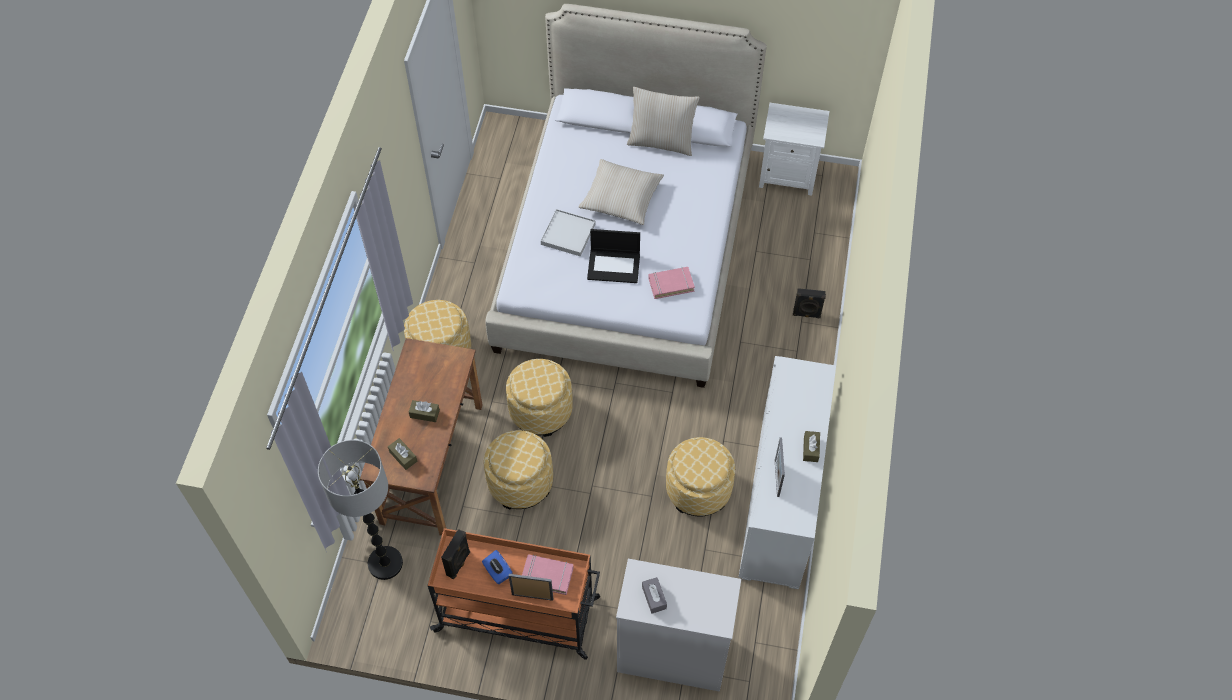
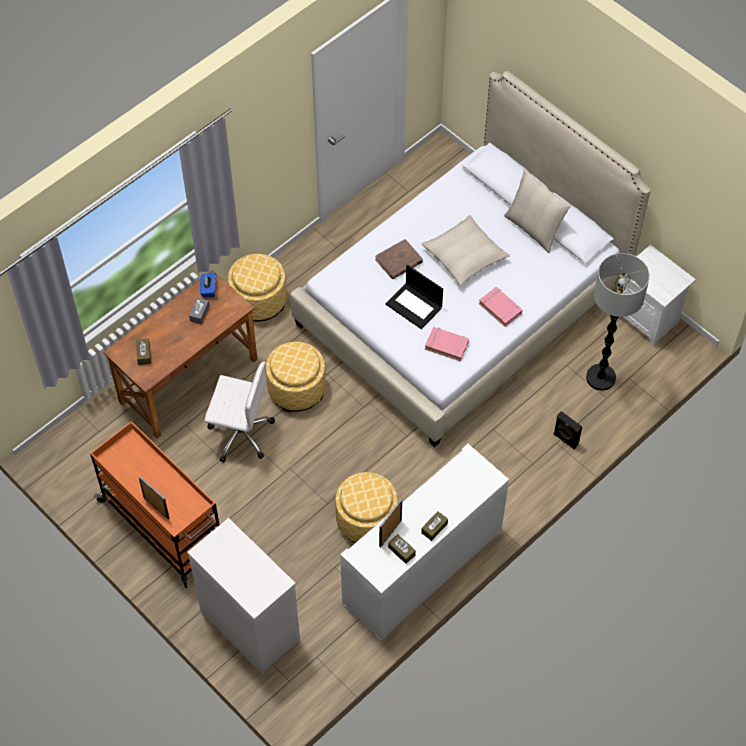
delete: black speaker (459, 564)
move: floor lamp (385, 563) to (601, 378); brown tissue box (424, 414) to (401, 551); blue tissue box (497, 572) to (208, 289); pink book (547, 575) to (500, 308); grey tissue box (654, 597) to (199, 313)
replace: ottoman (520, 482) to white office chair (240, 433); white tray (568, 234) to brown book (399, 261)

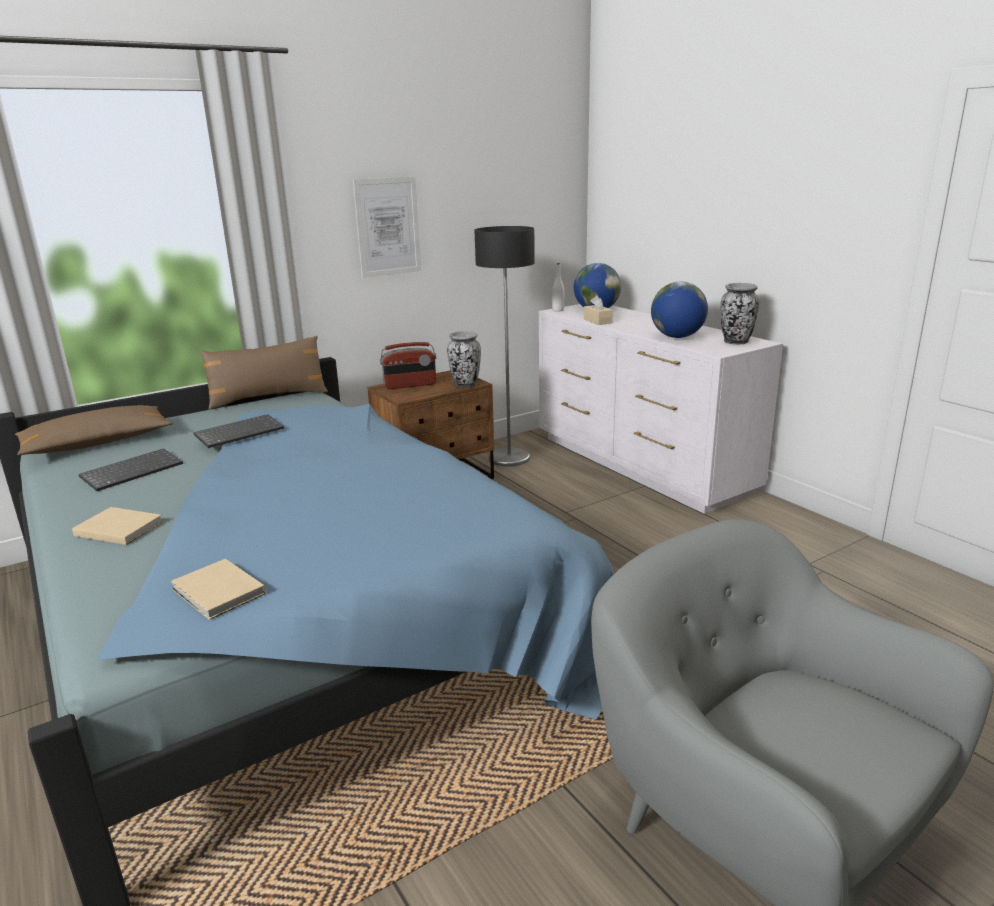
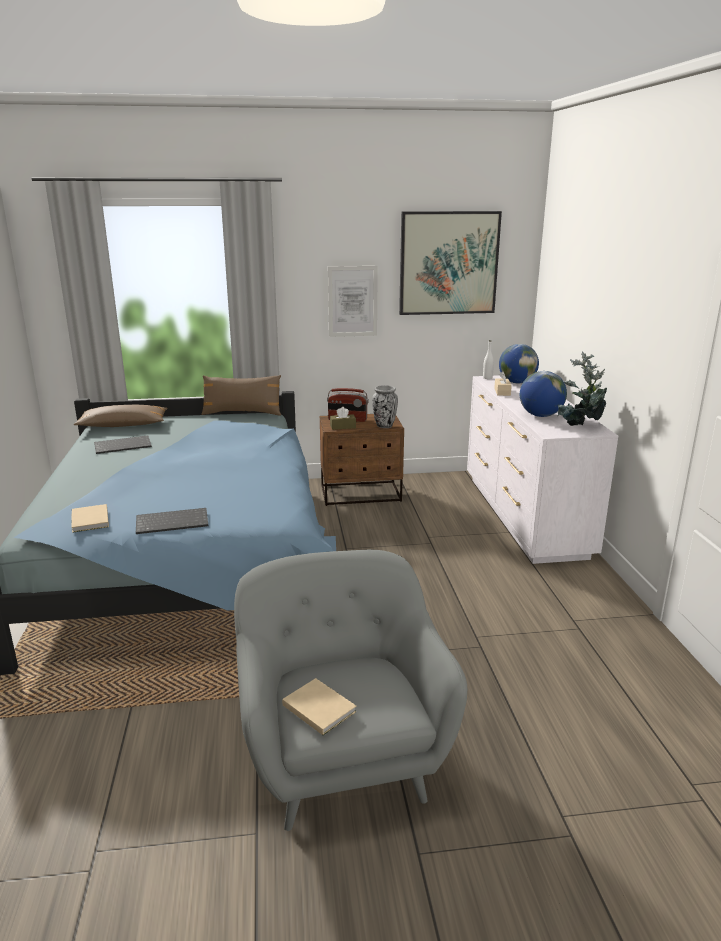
delete: floor lamp (509, 458)
insert: brown tissue box (343, 427); picture (448, 263)
move: beige book (118, 528) to (318, 707); keyboard (240, 432) to (173, 522)
replace: vase (736, 342) to potted plant (580, 428)

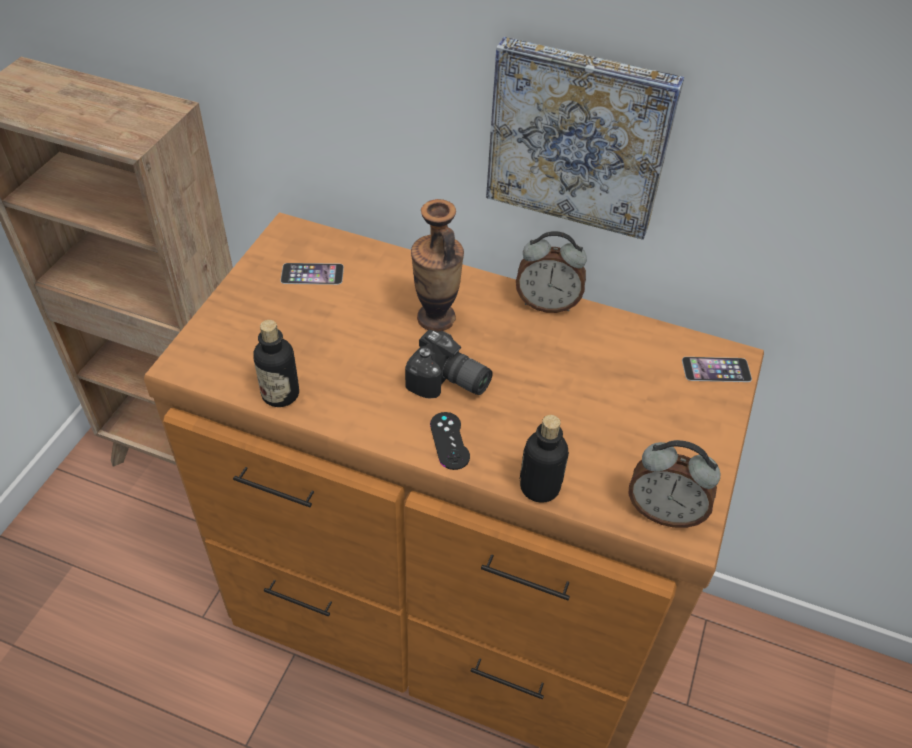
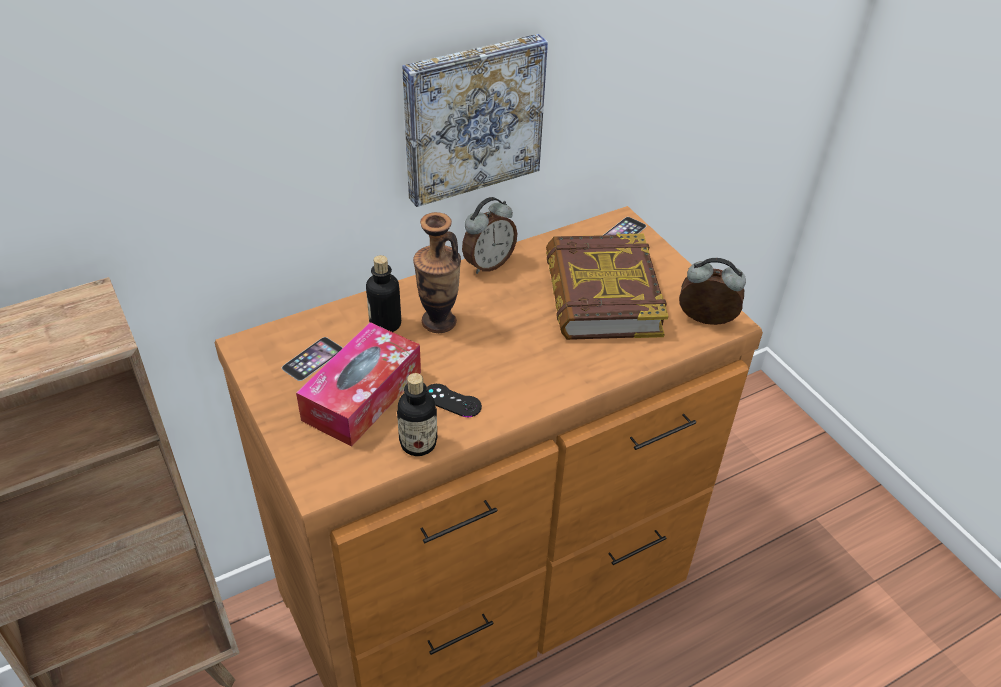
delete: photo camera (448, 383)
insert: tissue box (362, 396); book (601, 295)
move: black game controller (449, 441) to (452, 401); bottle (540, 487) to (385, 324)
rotate: alarm clock (664, 511) = (705, 321) 135 degrees counterclockwise

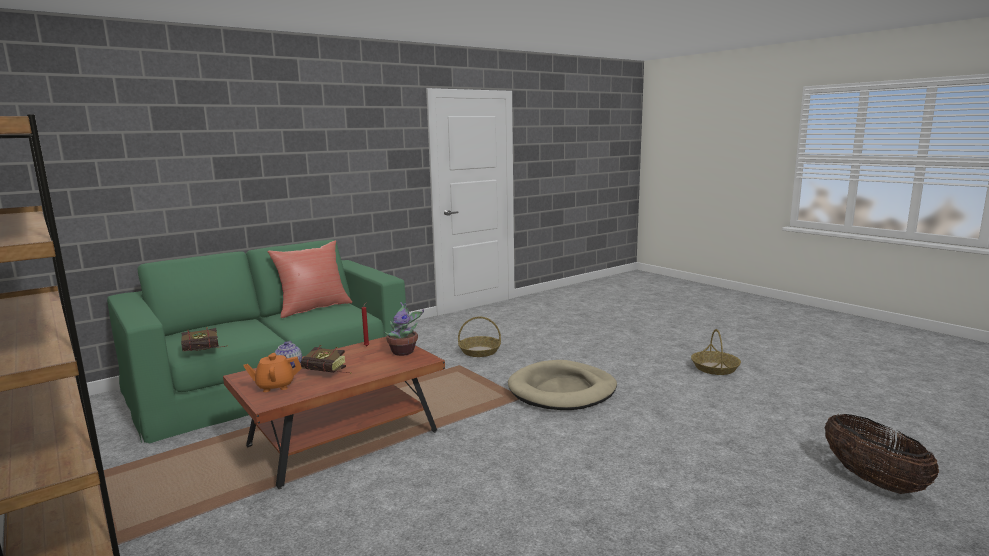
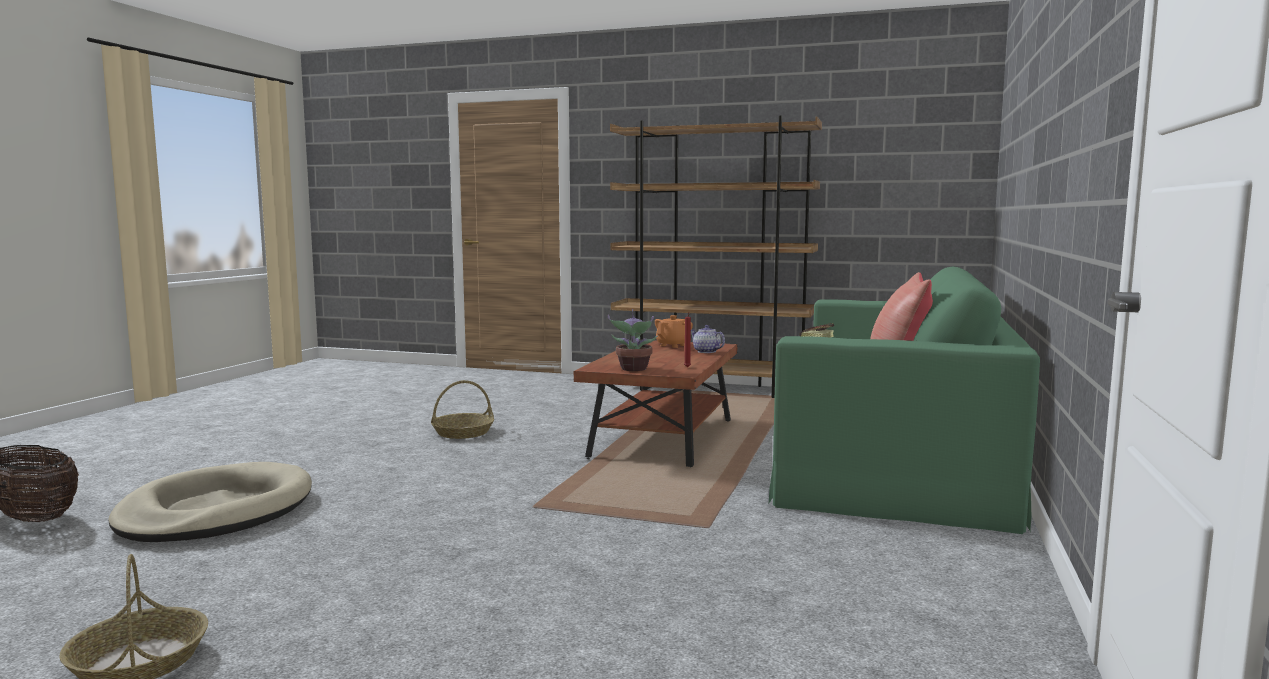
delete: book (328, 373)
move: basket (479, 351) to (463, 432); beige dog bed (562, 390) to (216, 511)

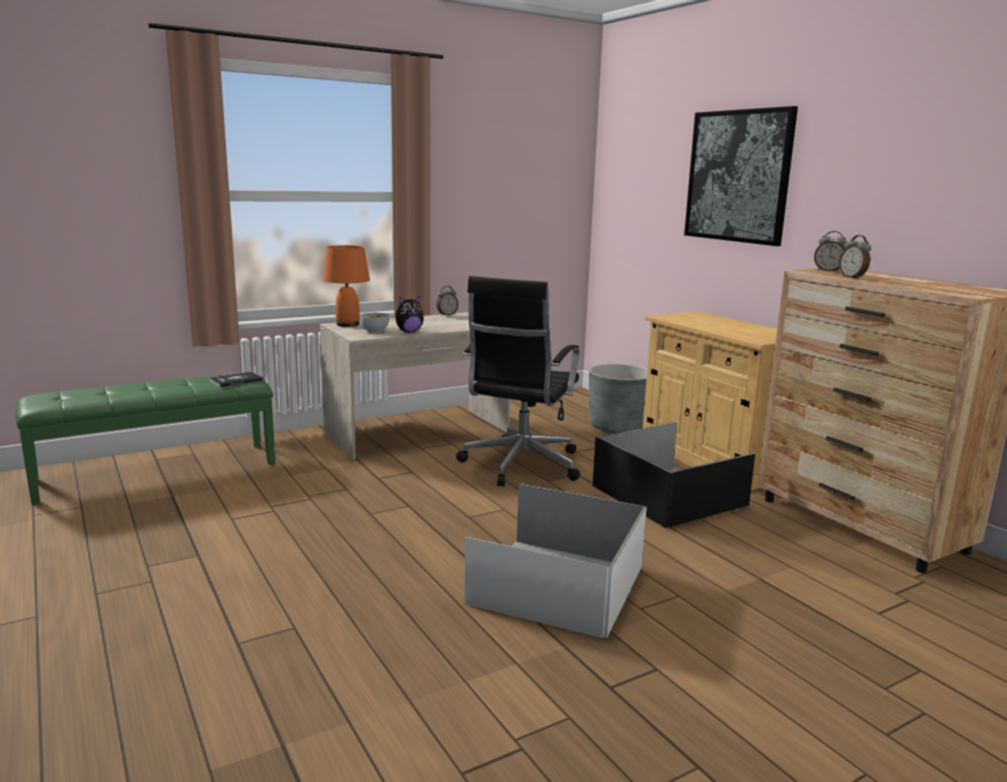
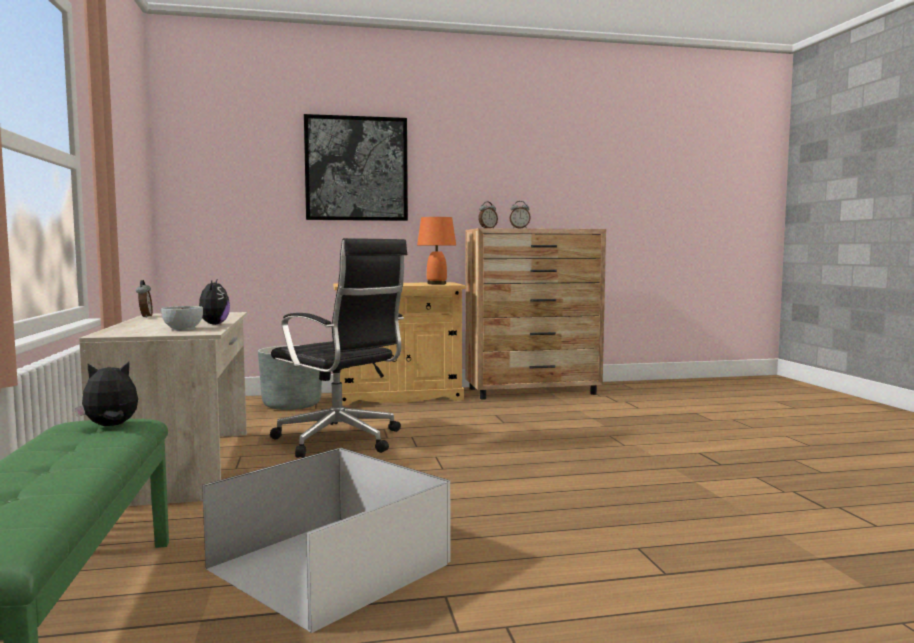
delete: black storage box (670, 496)
move: orange table lamp (348, 324) to (436, 283); white storage box (557, 583) to (326, 565)
replace: book (236, 380) to plush toy (111, 426)

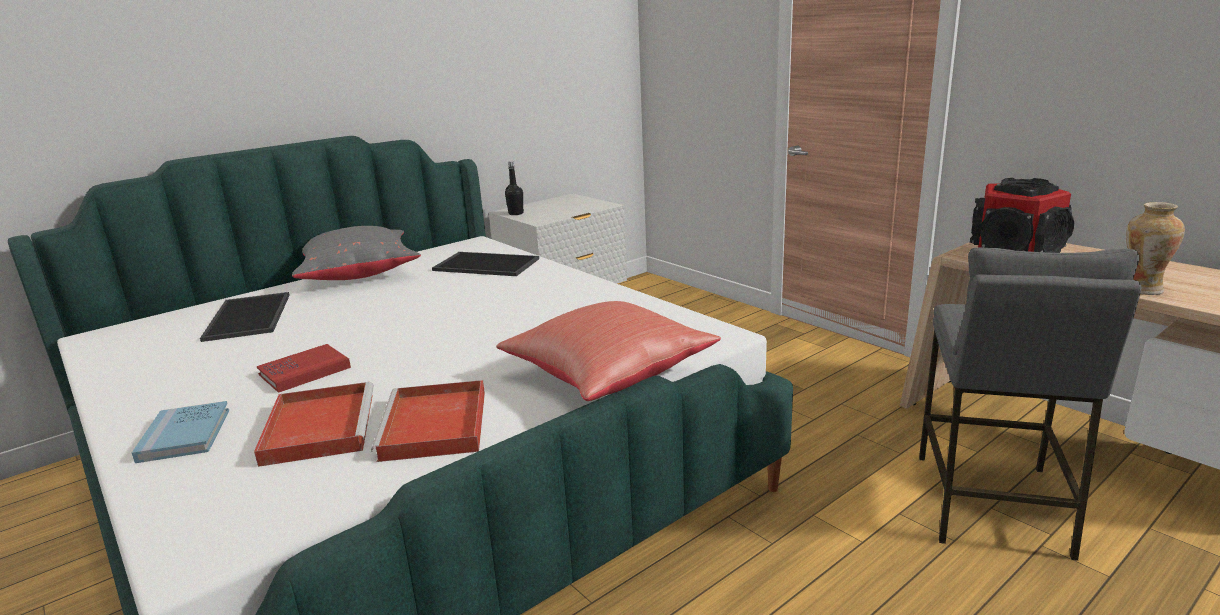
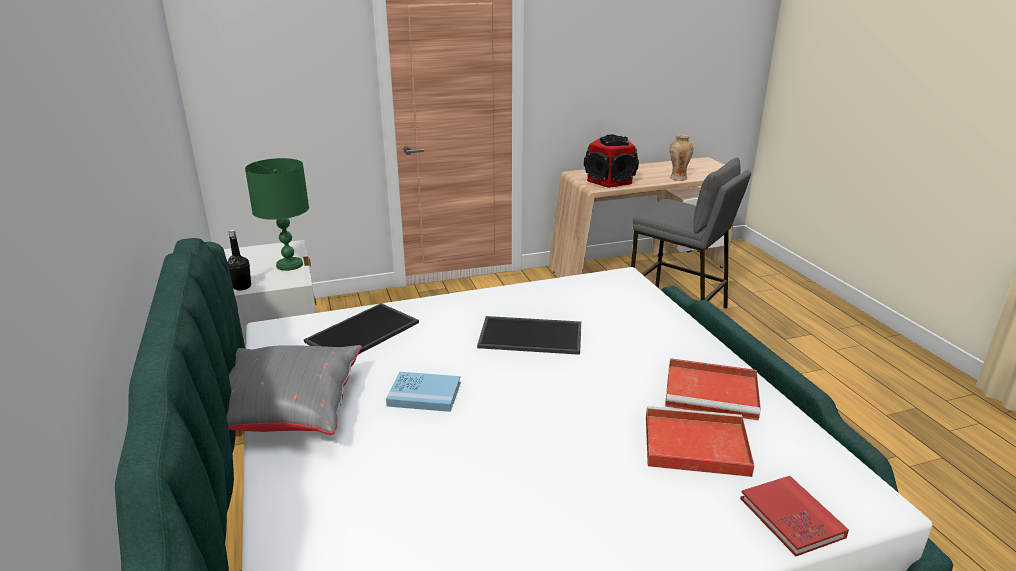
delete: red pillow (607, 374)
insert: green table lamp (289, 265)
move: blue book (185, 435) to (424, 394); tray (250, 317) to (532, 335); red book (305, 371) to (791, 517)

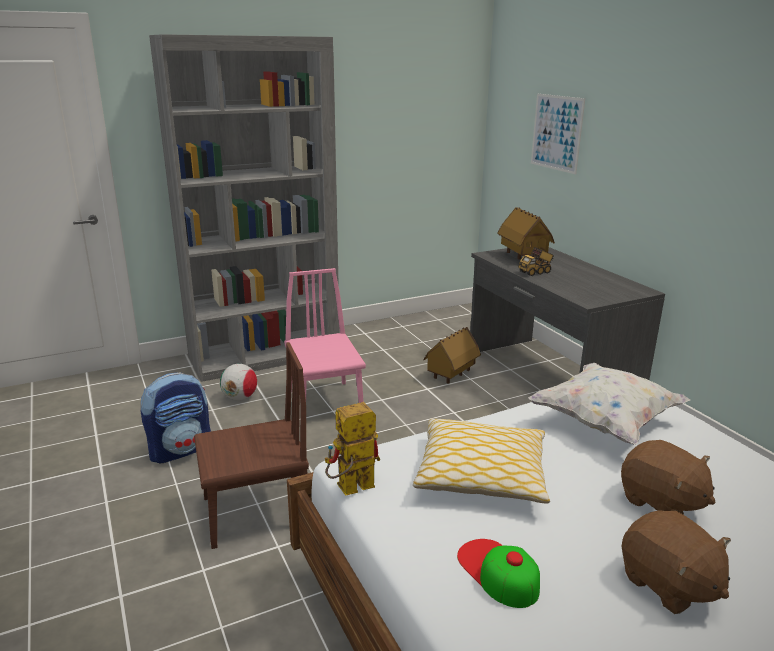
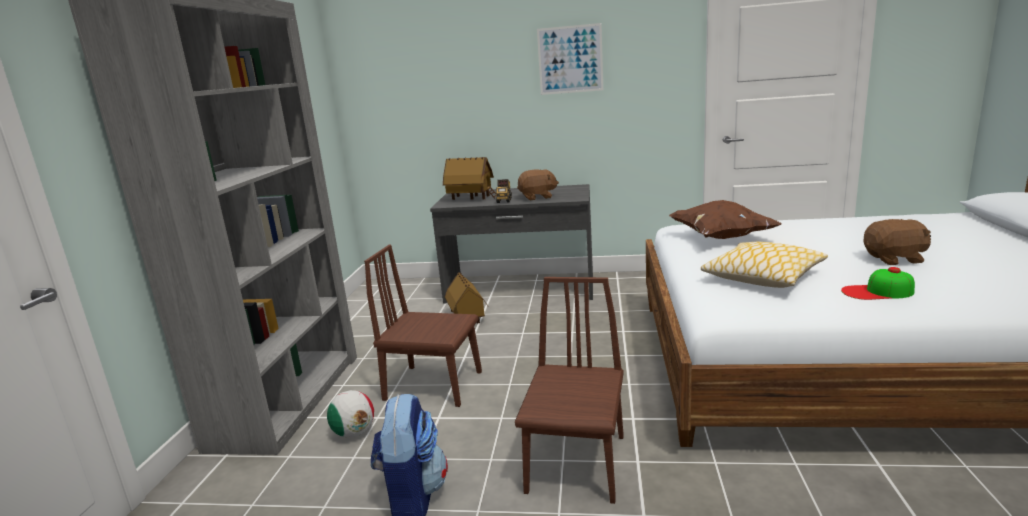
delete: toy robot (349, 490)
move: picture (556, 133) to (570, 59); brown plush toy (661, 502) to (537, 197)
recolor: pink chair (325, 403) to brown chair (433, 385); white pillow (605, 422) to brown pillow (720, 237)

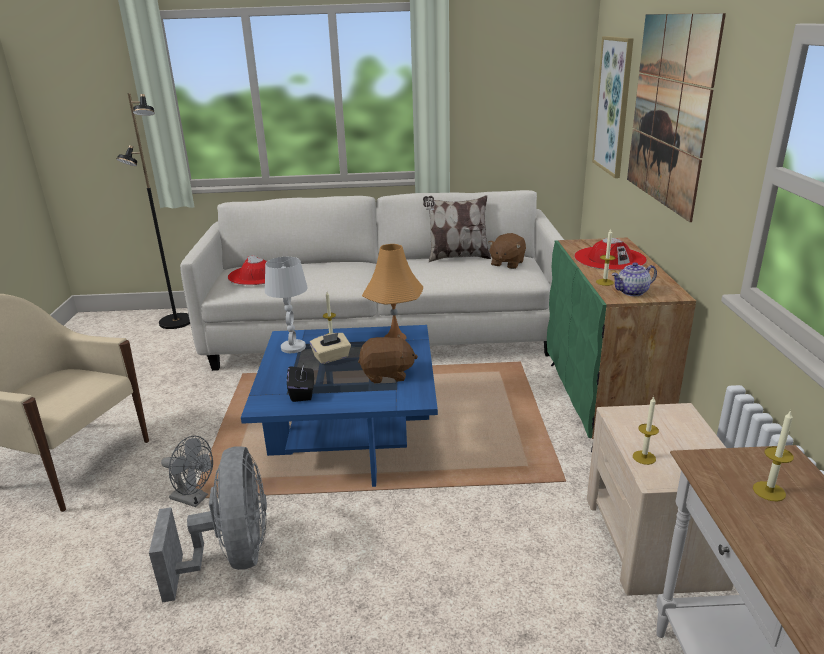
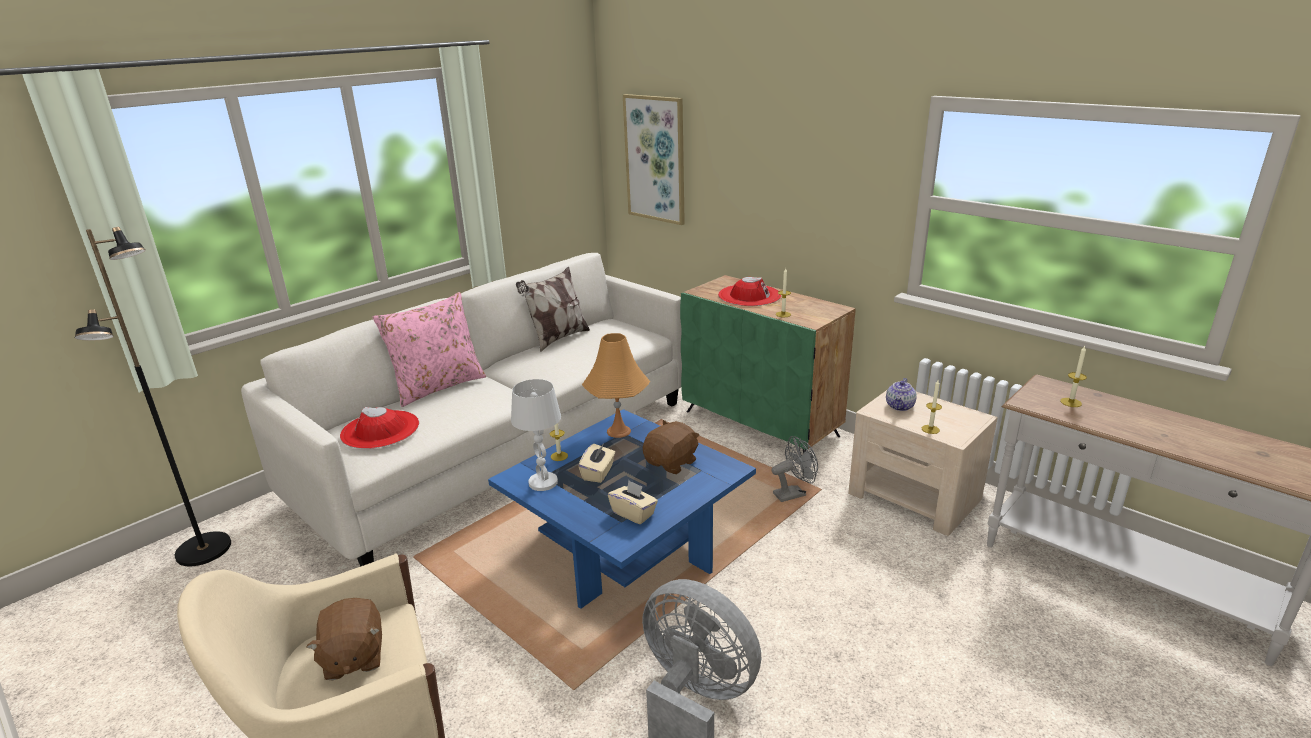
delete: picture (669, 111)
insert: pink pillow (438, 386)
move: grey fan (194, 499) to (793, 493); brown plush toy (506, 263) to (353, 657); teapot (632, 292) to (900, 406)
recolor: black tissue box (302, 393) to beige tissue box (633, 513)

